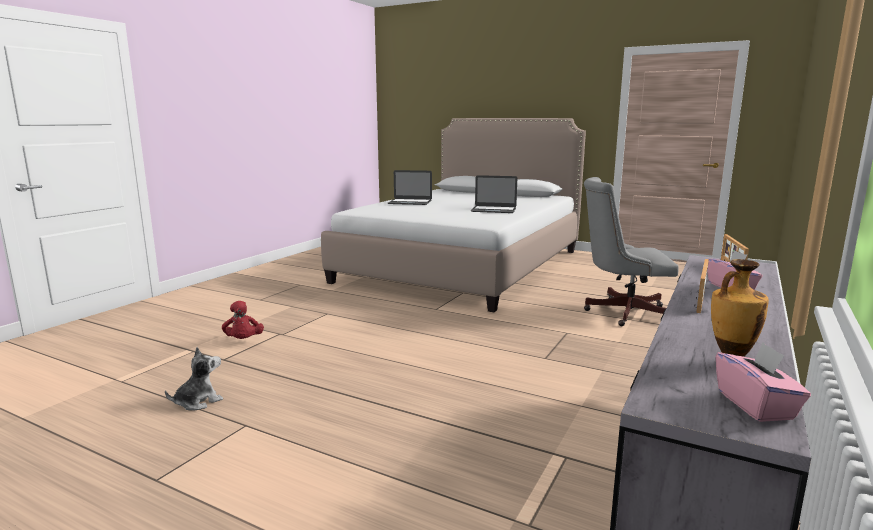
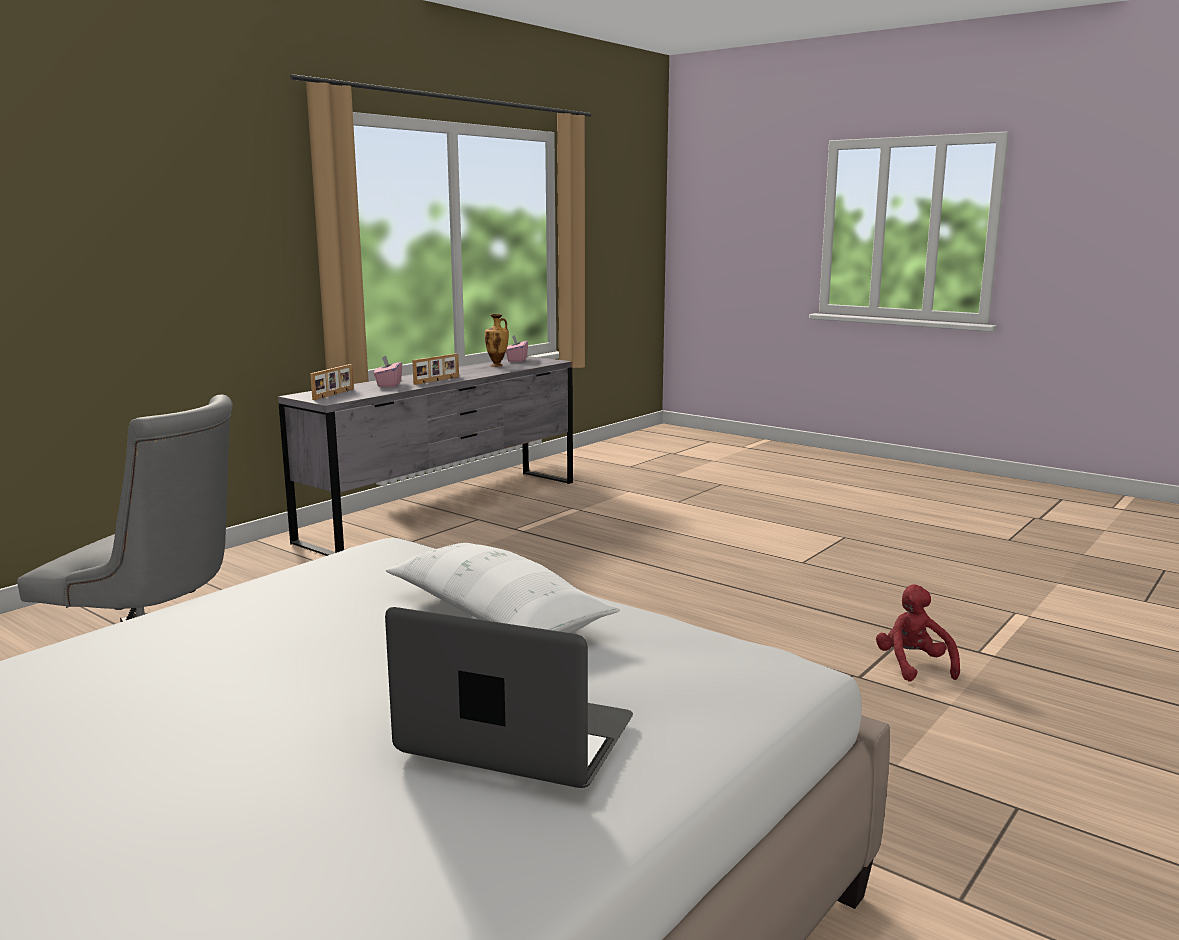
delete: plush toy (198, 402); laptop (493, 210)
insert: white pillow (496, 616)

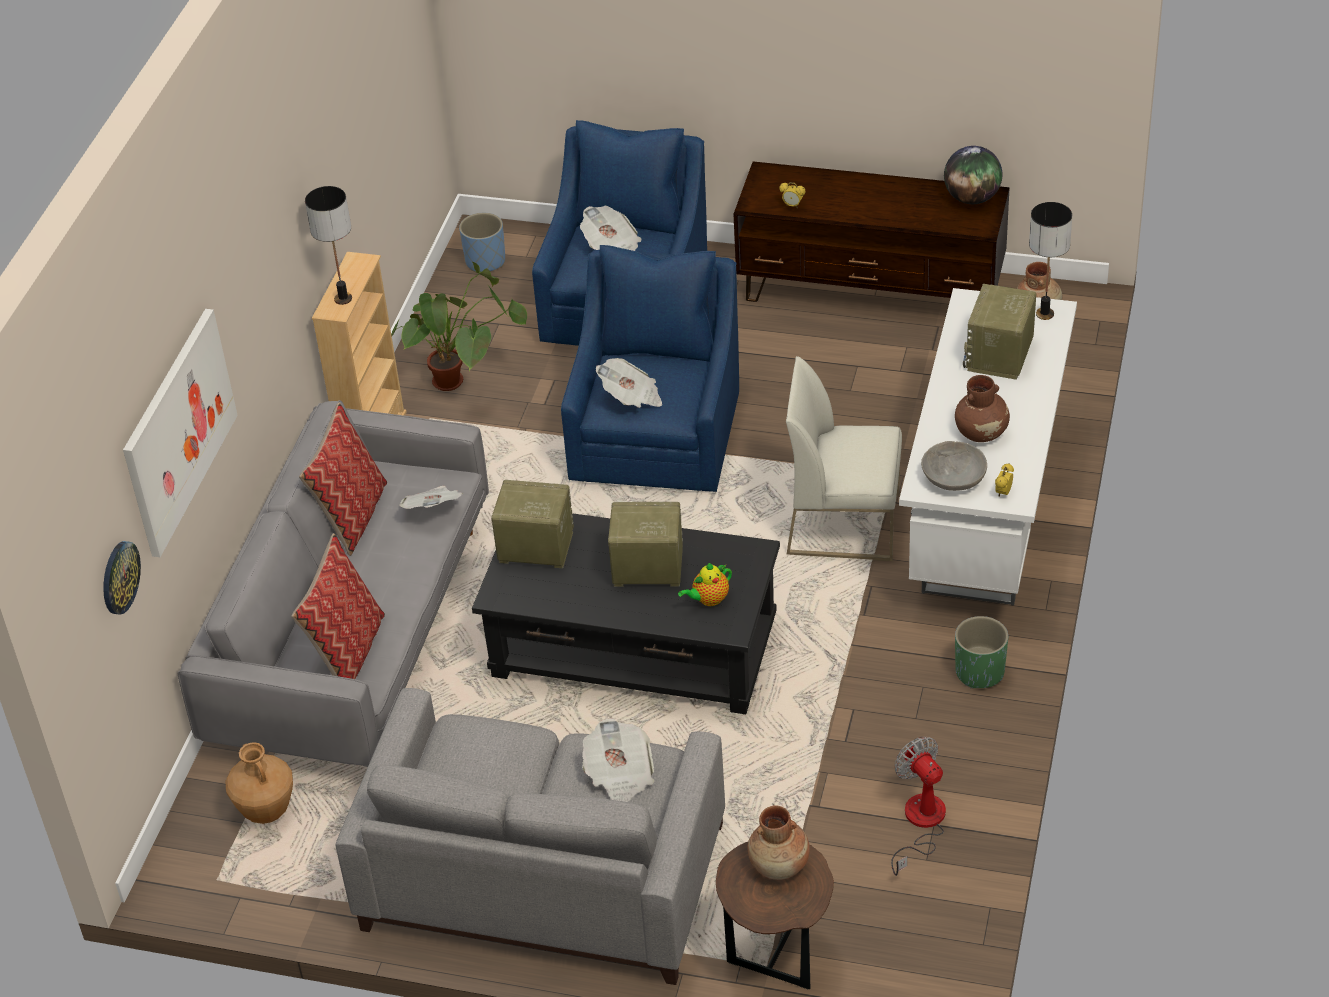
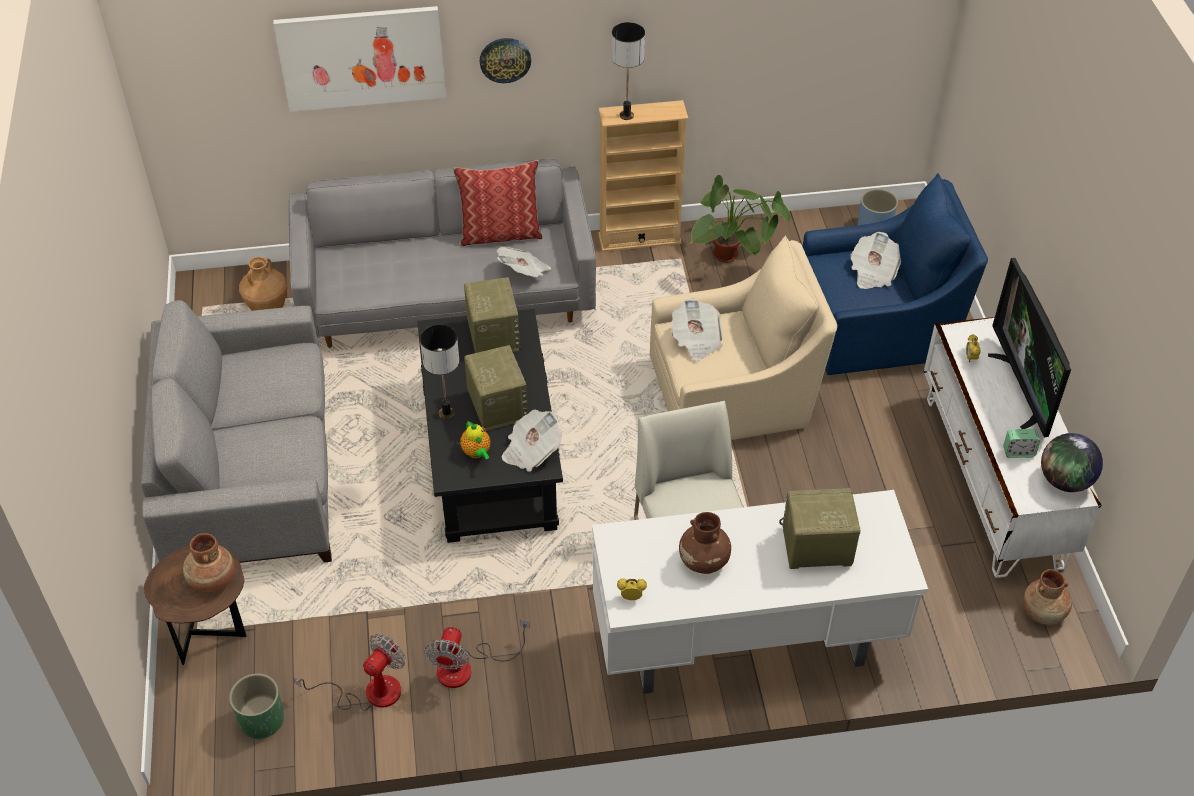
delete: pillow (347, 652); grey bowl (953, 478)
insert: fan (466, 667); television (1023, 389); alarm clock (1018, 452)
move: wall clock (119, 577) to (505, 59); newspaper (619, 775) to (531, 451); green planter (979, 672) to (261, 720); table lamp (1045, 314) to (447, 414)
recolor: blue armchair (658, 432) to beige armchair (735, 393); brown tv stand (872, 292) to white tv stand (992, 481)
rotate: teapot (708, 600) = (477, 453) 150 degrees counterclockwise

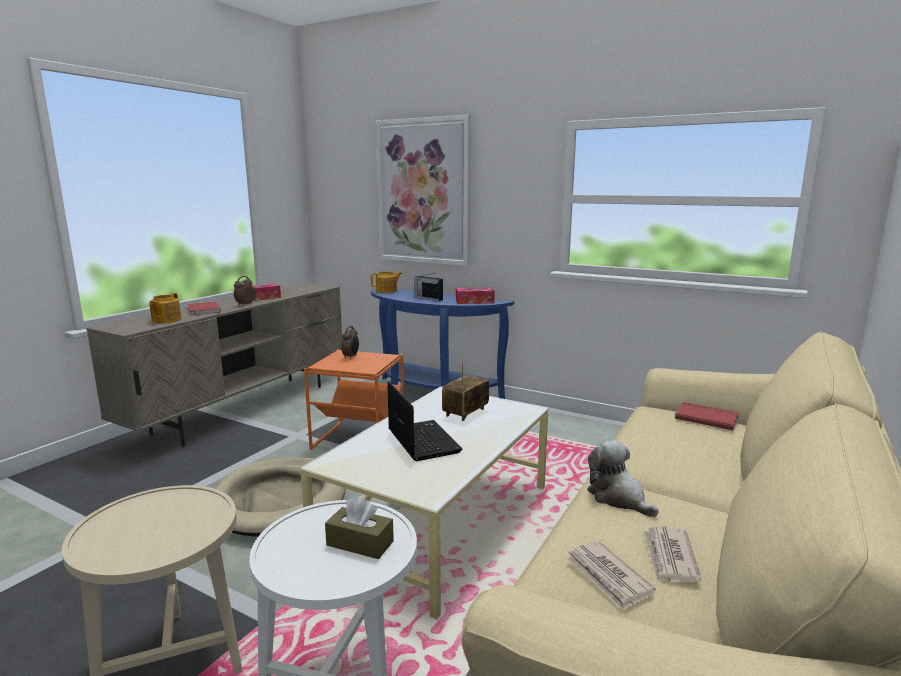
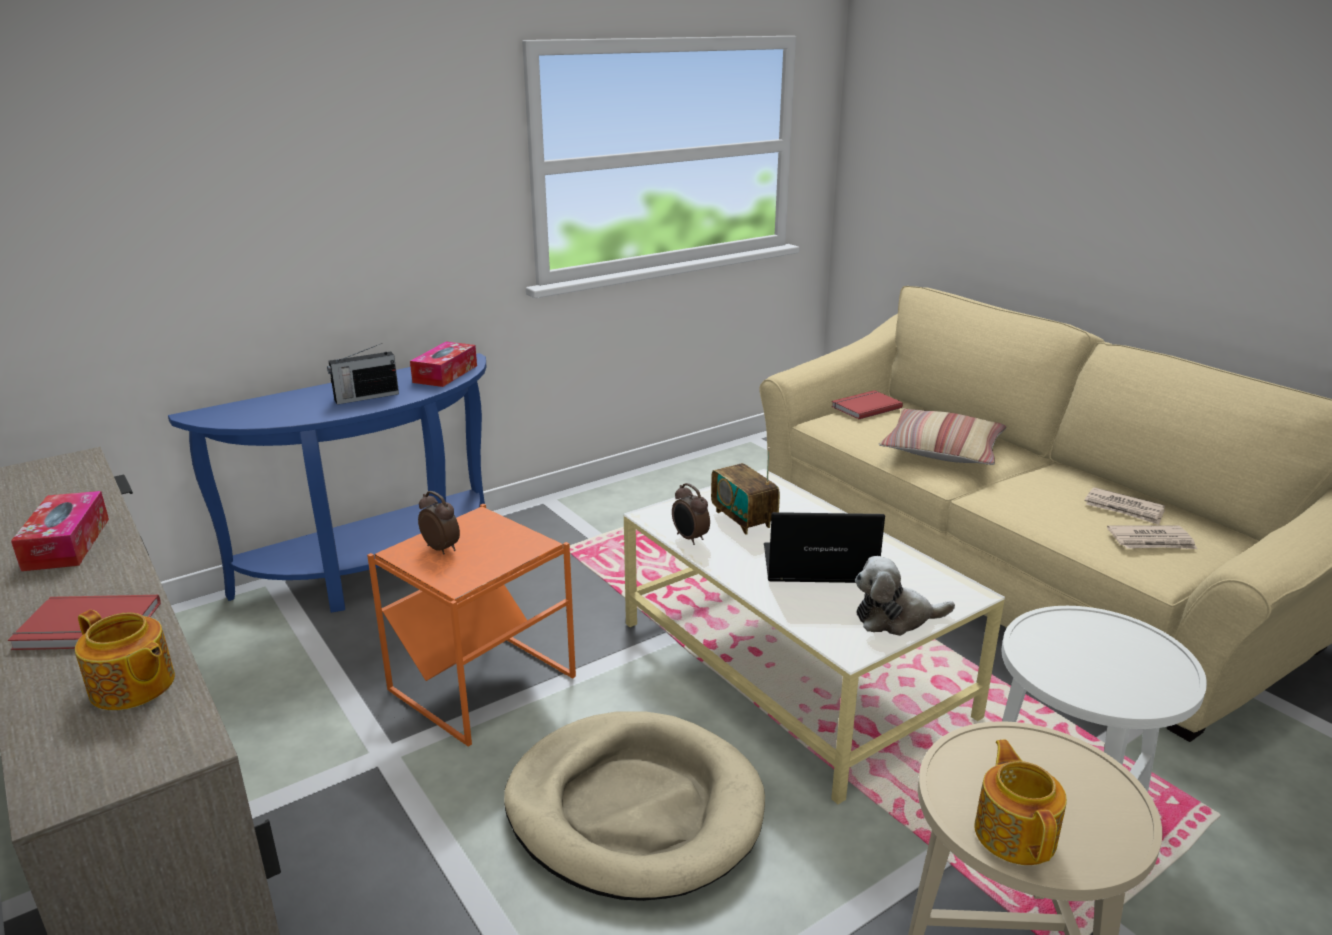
delete: brown tissue box (360, 543); picture (423, 192)
insert: pillow (942, 450)
move: alarm clock (245, 305) to (689, 538); teapot (387, 291) to (1015, 833); plush toy (618, 498) to (895, 618)

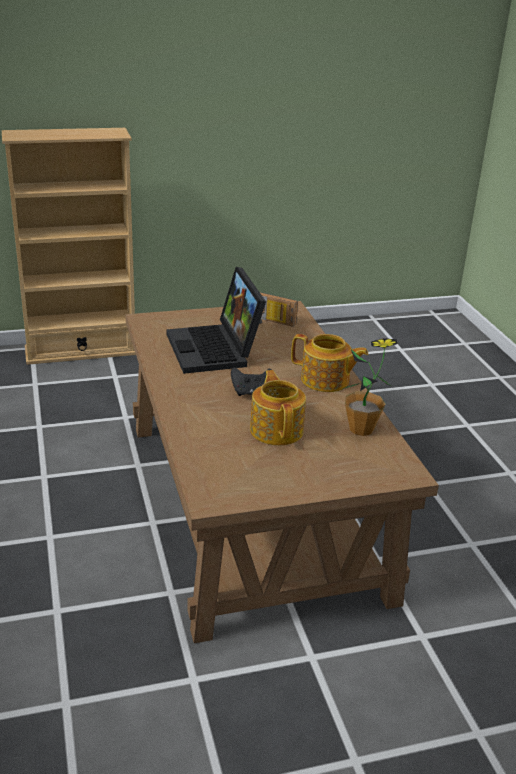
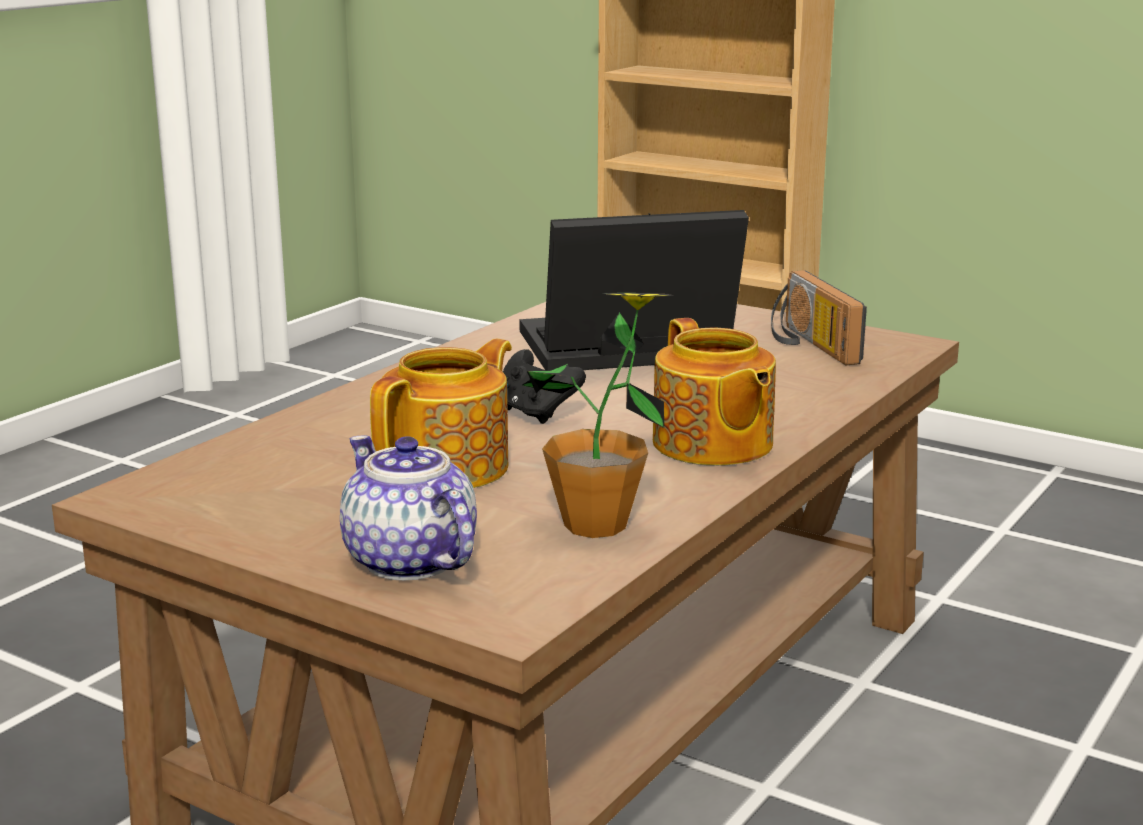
insert: teapot (409, 562)
rotate: laptop (216, 350) = (622, 352) 45 degrees clockwise

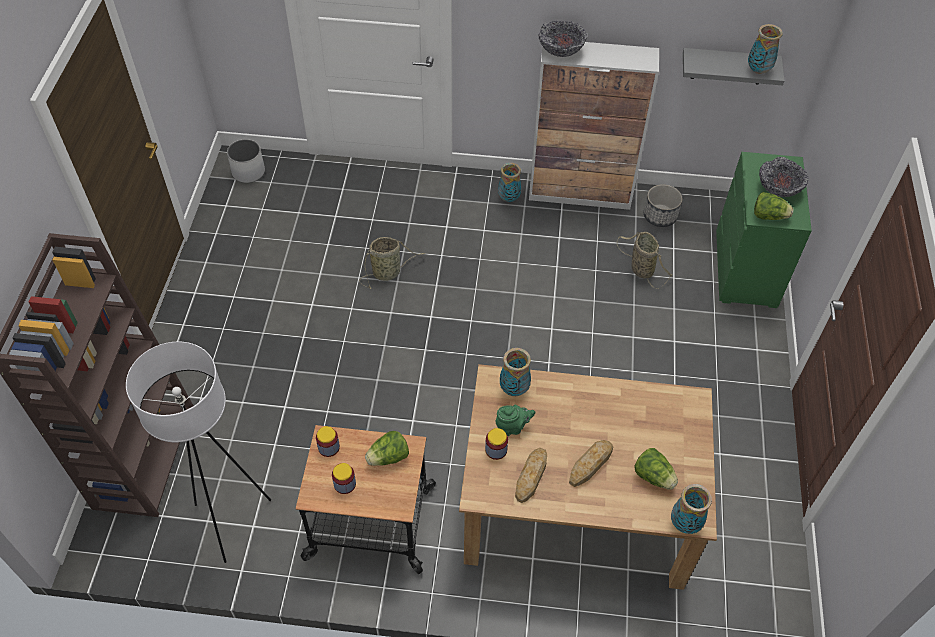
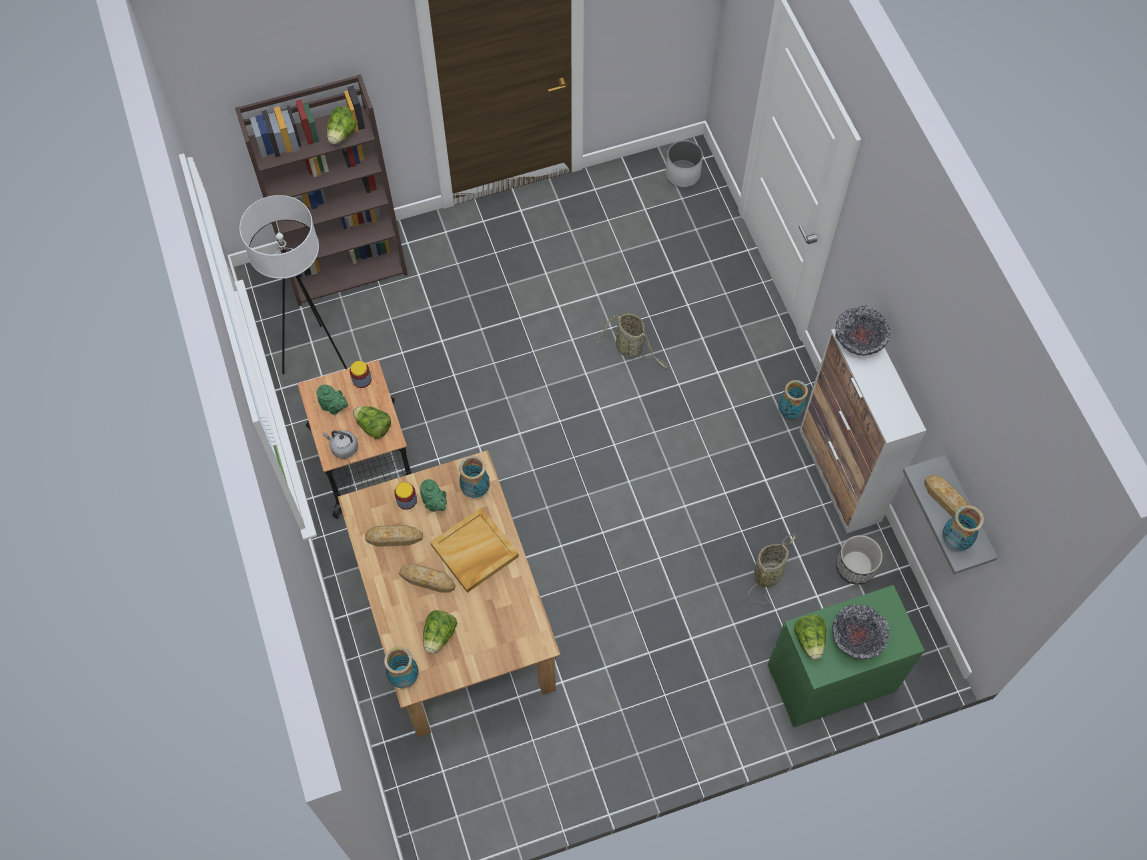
insert: grey kettle (343, 448); lettuce (343, 134); beige tray (474, 552); bread (947, 500)
replace: jar (345, 484) to green teapot (334, 407)

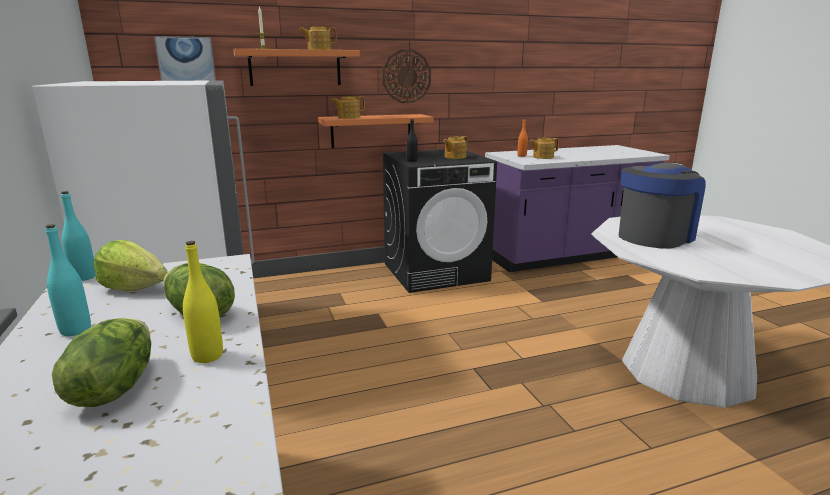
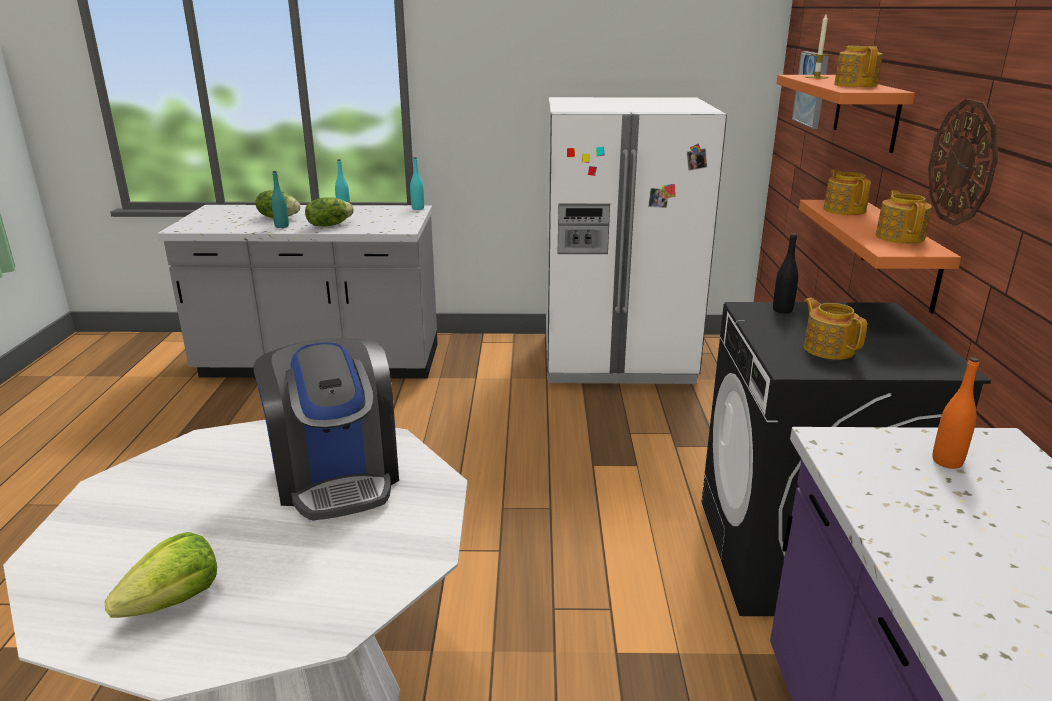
move: lettuce (134, 288) to (174, 601); teapot (542, 157) to (900, 237)
recolor: yellow bottle (207, 356) to turquoise bottle (282, 226)

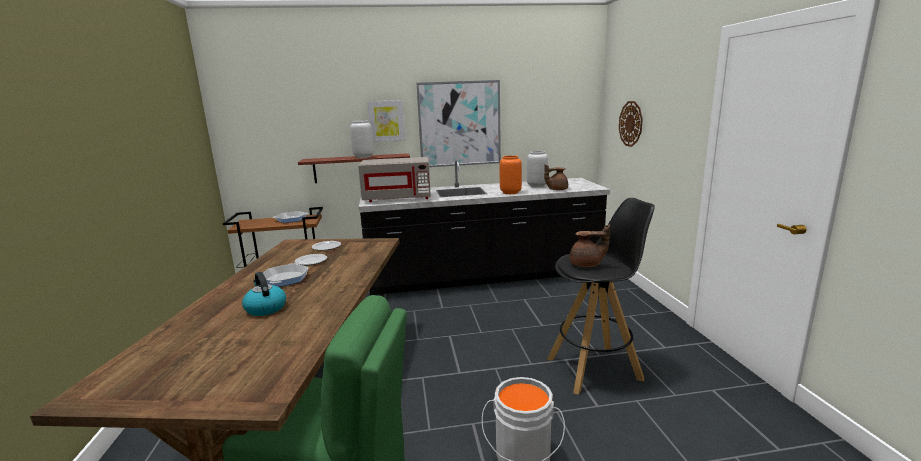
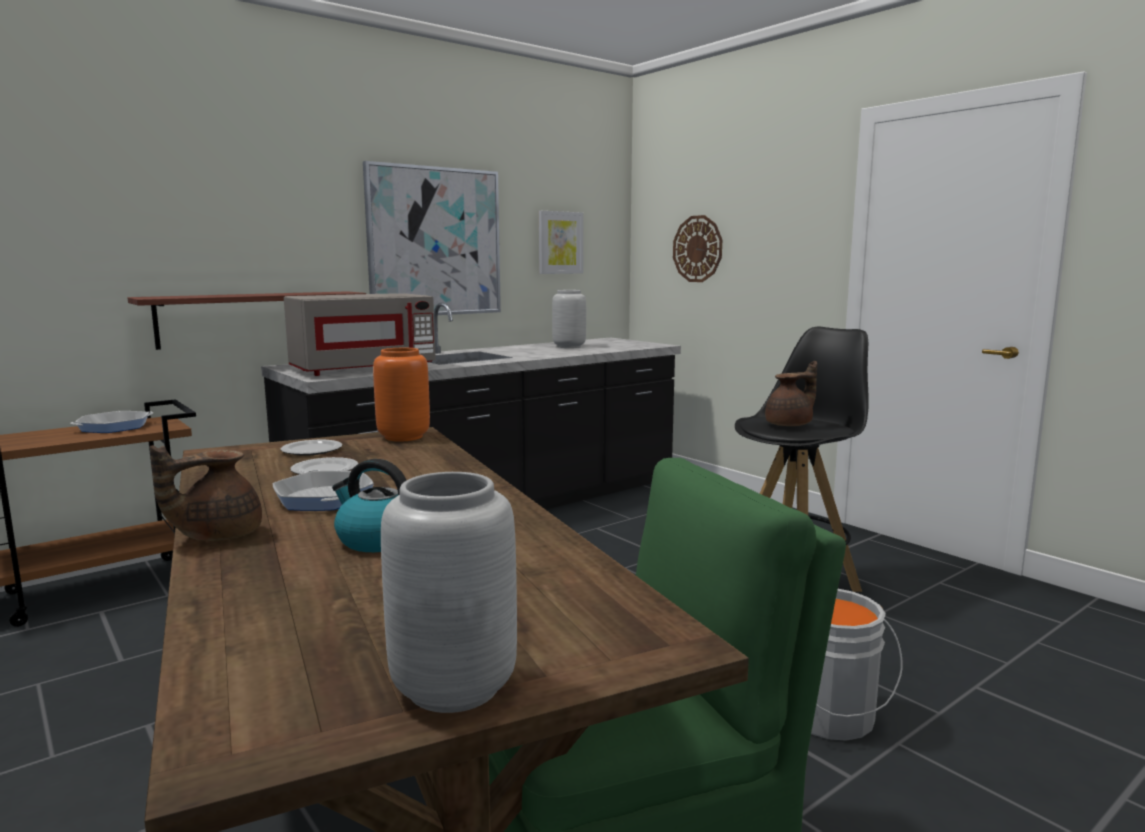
move: grey vase (364, 156) to (454, 686); picture (386, 121) to (560, 242); orange vase (510, 192) to (403, 437); brown teapot (556, 189) to (217, 535)

